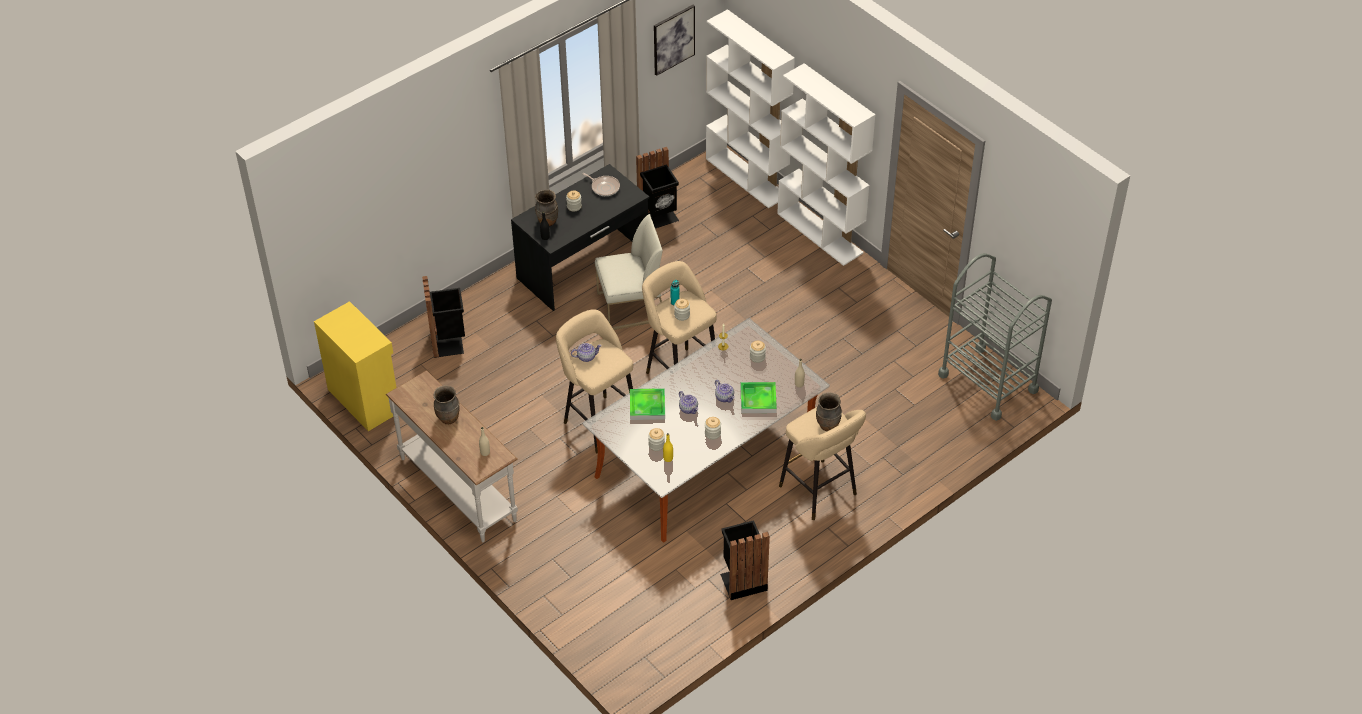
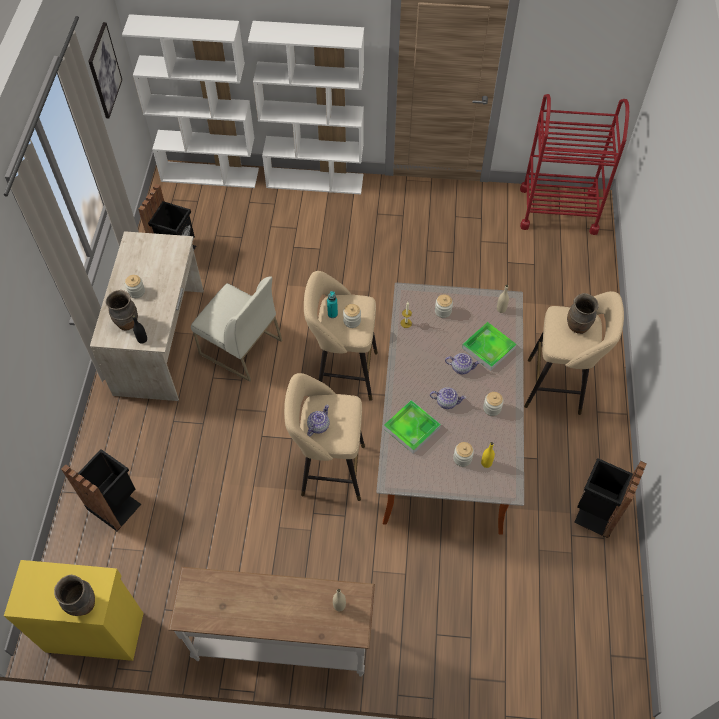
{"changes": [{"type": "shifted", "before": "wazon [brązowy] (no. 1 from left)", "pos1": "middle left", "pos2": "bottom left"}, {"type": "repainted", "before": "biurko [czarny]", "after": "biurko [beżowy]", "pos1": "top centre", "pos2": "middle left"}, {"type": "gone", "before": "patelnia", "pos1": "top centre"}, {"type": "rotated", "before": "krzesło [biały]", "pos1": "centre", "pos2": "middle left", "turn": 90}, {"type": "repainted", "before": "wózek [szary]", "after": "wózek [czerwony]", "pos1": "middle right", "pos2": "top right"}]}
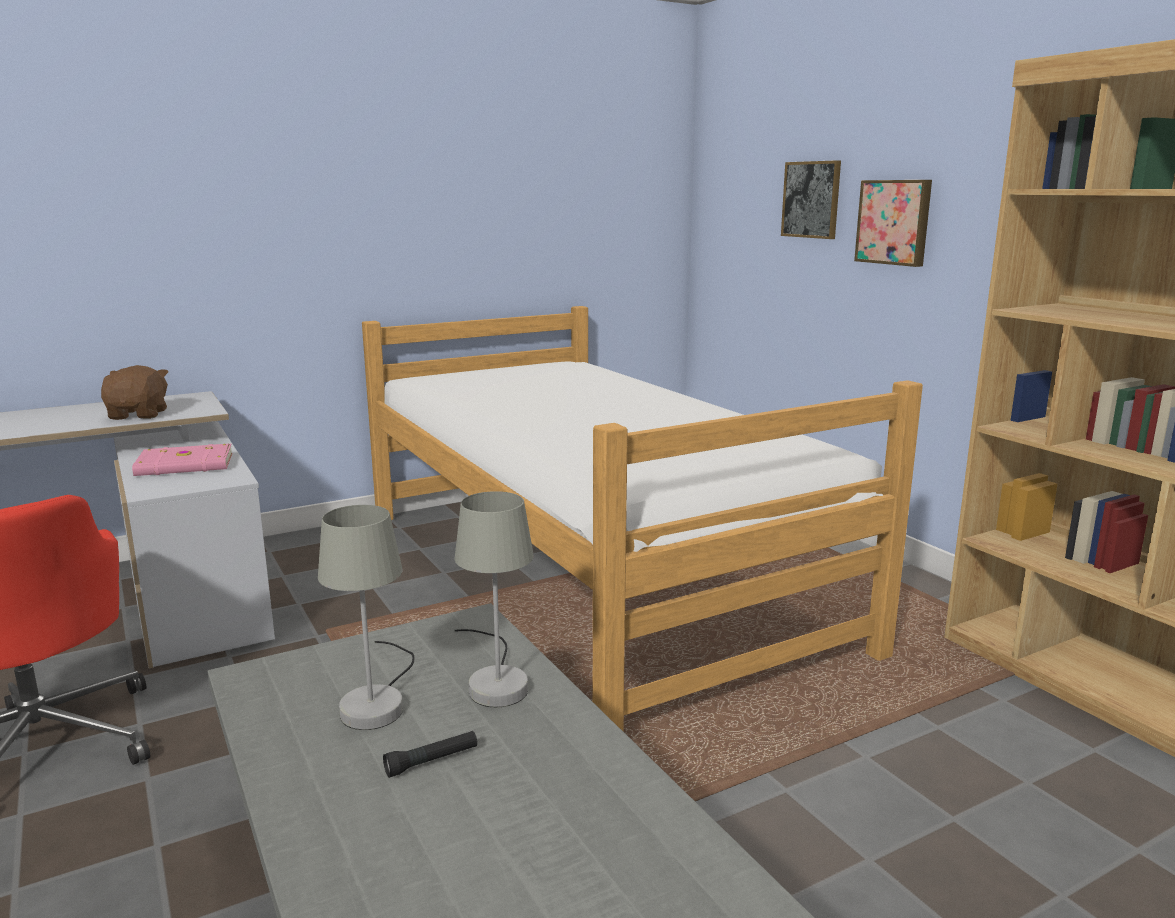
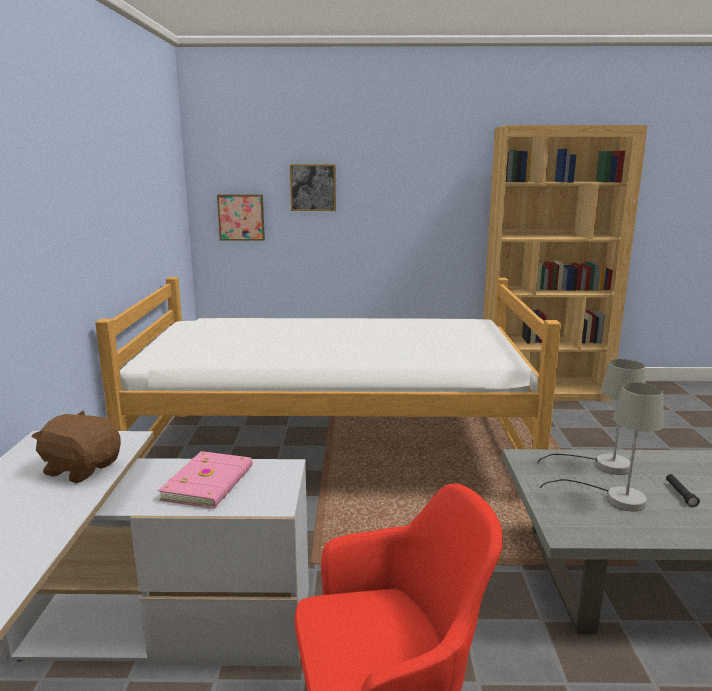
{"changes": [{"type": "shifted", "before": "obraz (no. 2 from left in the first image)", "after": "obraz (no. 1 from left)", "pos1": "top right", "pos2": "top centre"}]}
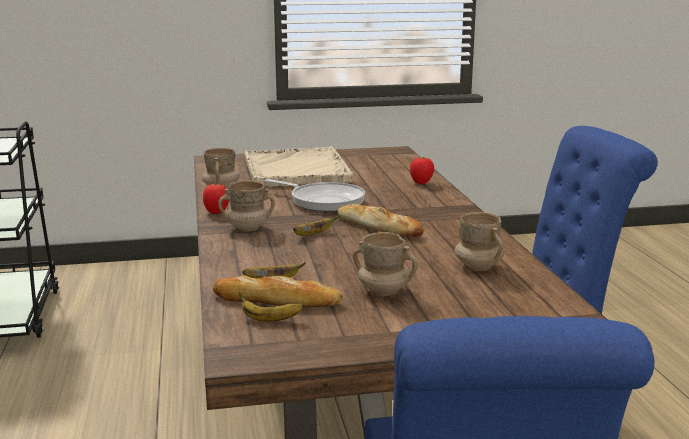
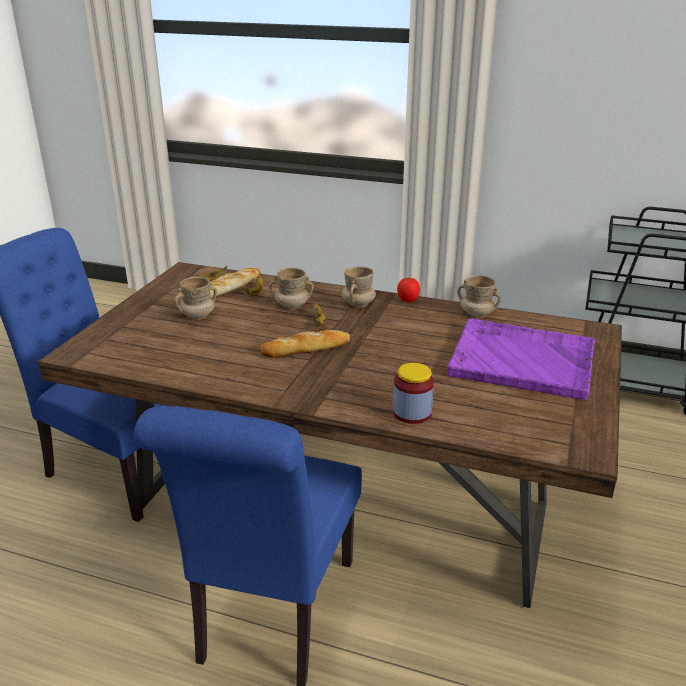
{"changes": [{"type": "repainted", "before": "taca [beżowy]", "after": "taca [fioletowy]", "pos1": "centre", "pos2": "middle right"}, {"type": "gone", "before": "patelnia", "pos1": "centre"}, {"type": "swapped", "before": "pomidor (no. 2 from left)", "after": "słoik", "pos1": "centre", "pos2": "centre"}, {"type": "shifted", "before": "kubek [beżowy] (no. 4 from left in the first image)", "after": "kubek [beżowy] (no. 2 from left)", "pos1": "middle right", "pos2": "centre"}]}
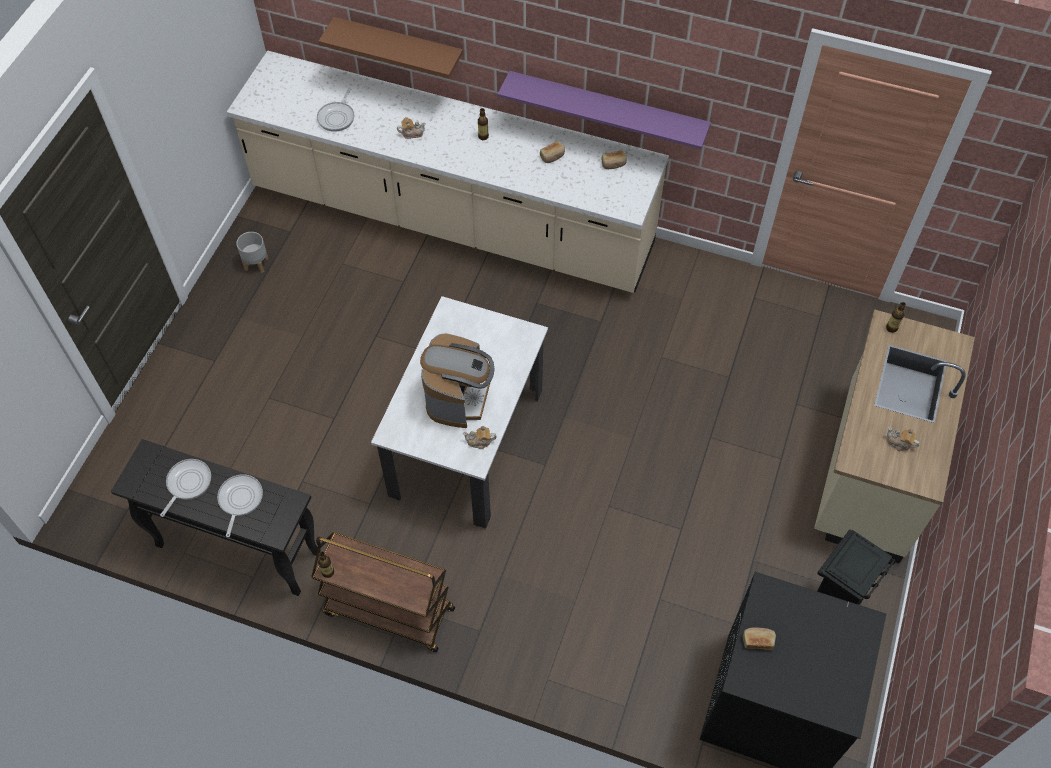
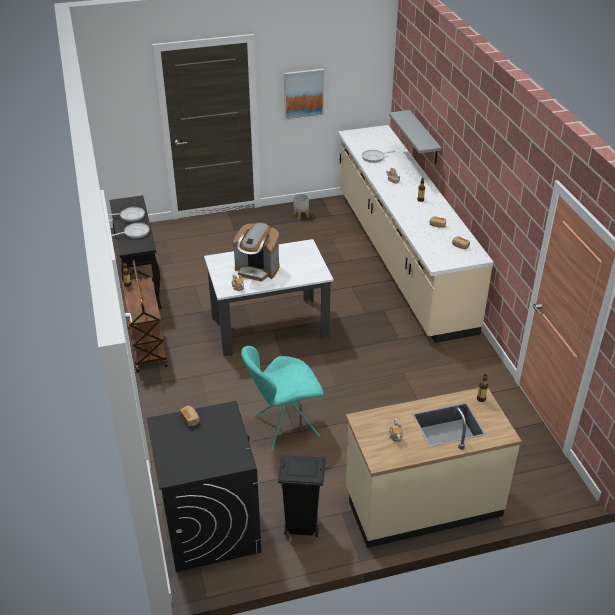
{"changes": [{"type": "repainted", "before": "półka [brązowy]", "after": "półka [szary]", "pos1": "top centre", "pos2": "top right"}, {"type": "rotated", "before": "ekspres do kawy", "pos1": "centre", "pos2": "centre", "turn": 45}, {"type": "gone", "before": "półka [fioletowy]", "pos1": "top centre"}, {"type": "new", "after": "krzesło [turkusowy]", "pos2": "centre"}, {"type": "new", "after": "obraz", "pos2": "top centre"}]}
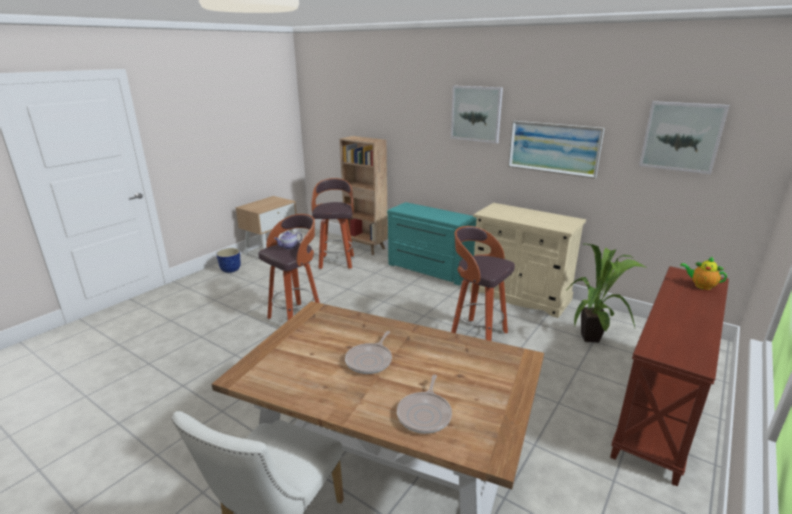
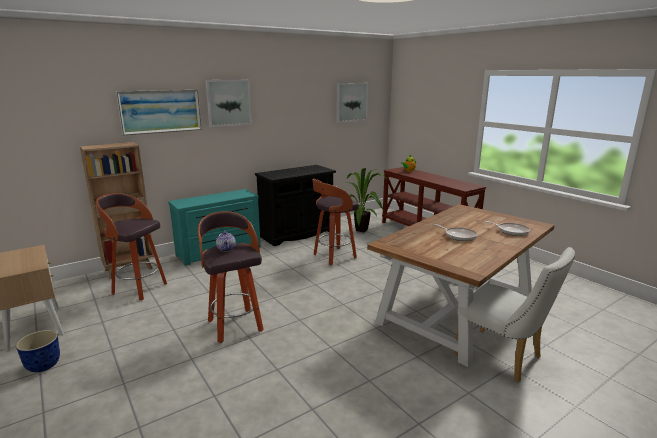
{"changes": [{"type": "repainted", "before": "szafka [beżowy]", "after": "szafka [czarny]", "pos1": "middle right", "pos2": "centre"}, {"type": "shifted", "before": "obraz (no. 2 from left in the first image)", "after": "obraz (no. 1 from left)", "pos1": "top right", "pos2": "top left"}]}
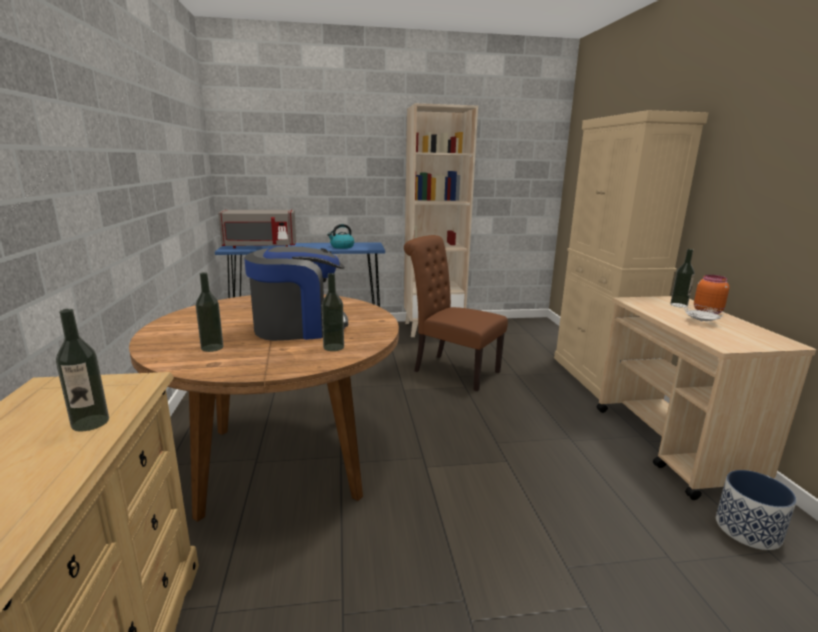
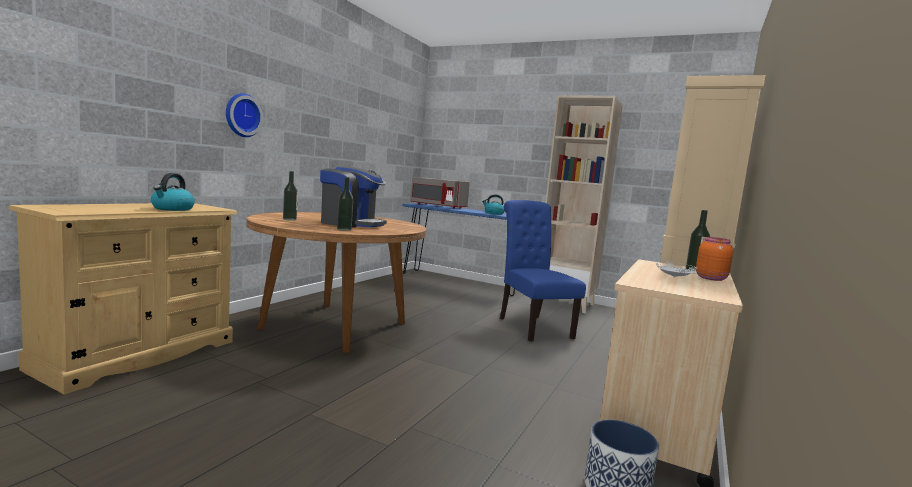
{"changes": [{"type": "swapped", "before": "butelka (no. 1 from left)", "after": "czajnik (no. 1 from left)", "pos1": "middle left", "pos2": "middle left"}, {"type": "repainted", "before": "krzesło [brązowy]", "after": "krzesło [niebieski]", "pos1": "centre", "pos2": "centre"}, {"type": "new", "after": "zegar ścienny", "pos2": "top left"}]}
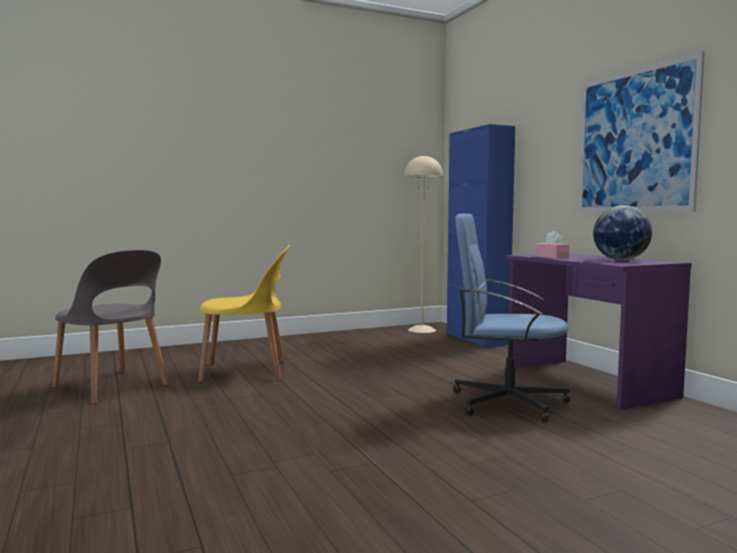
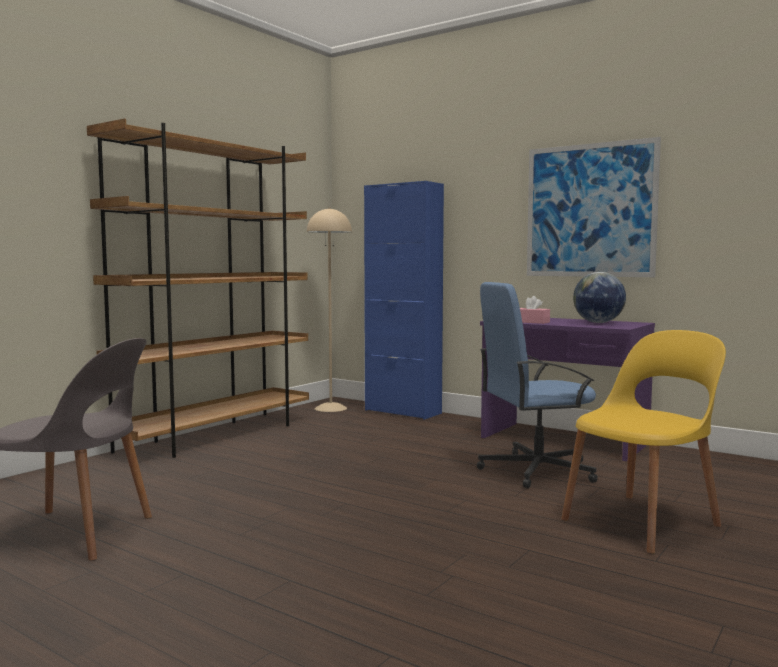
{"changes": [{"type": "shifted", "before": "krzesło [żółty]", "pos1": "middle left", "pos2": "middle right"}, {"type": "new", "after": "regał [brązowy]", "pos2": "middle left"}]}
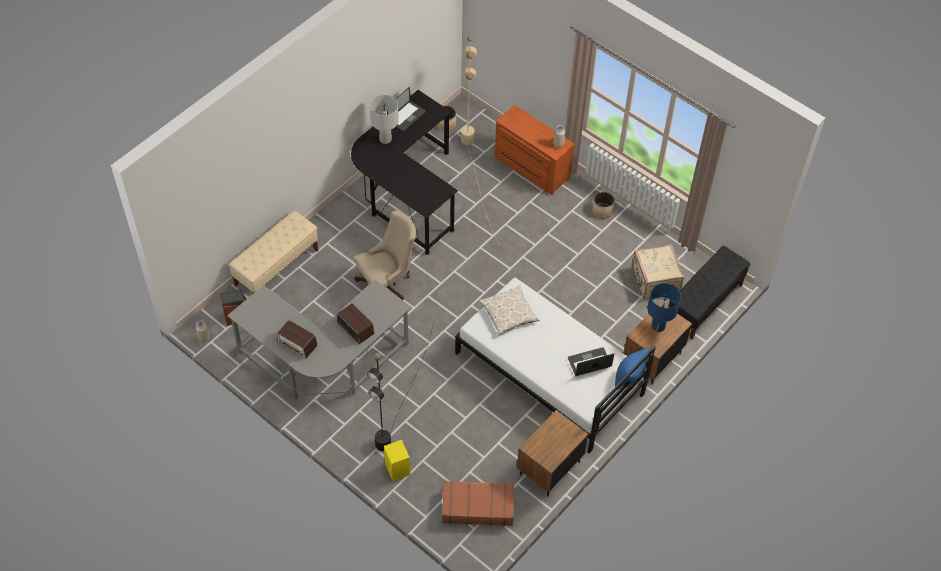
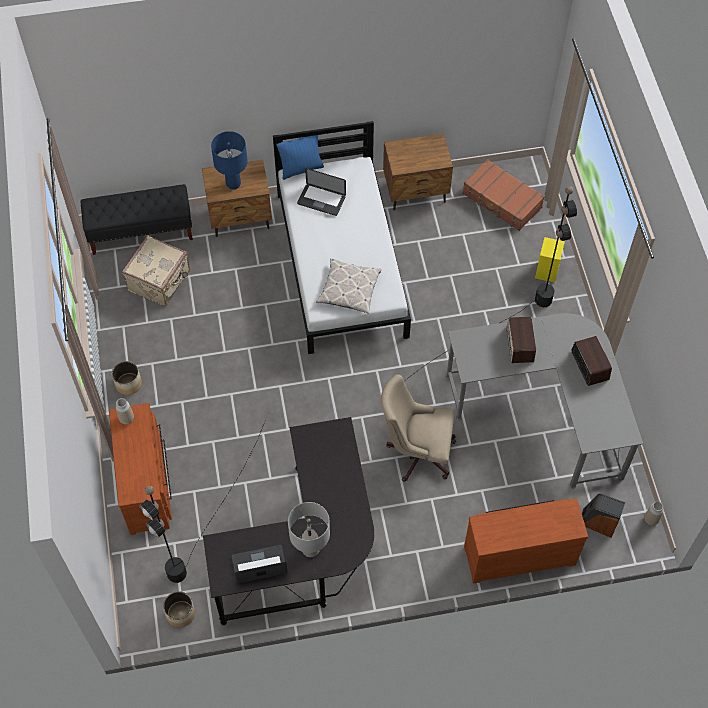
{"changes": [{"type": "swapped", "before": "ławka [beżowy]", "after": "komoda [brązowy] (no. 2 from left)", "pos1": "middle left", "pos2": "bottom right"}, {"type": "repainted", "before": "lampa stojąca [beżowy]", "after": "lampa stojąca [czarny] (no. 1 from left)", "pos1": "top centre", "pos2": "bottom left"}]}
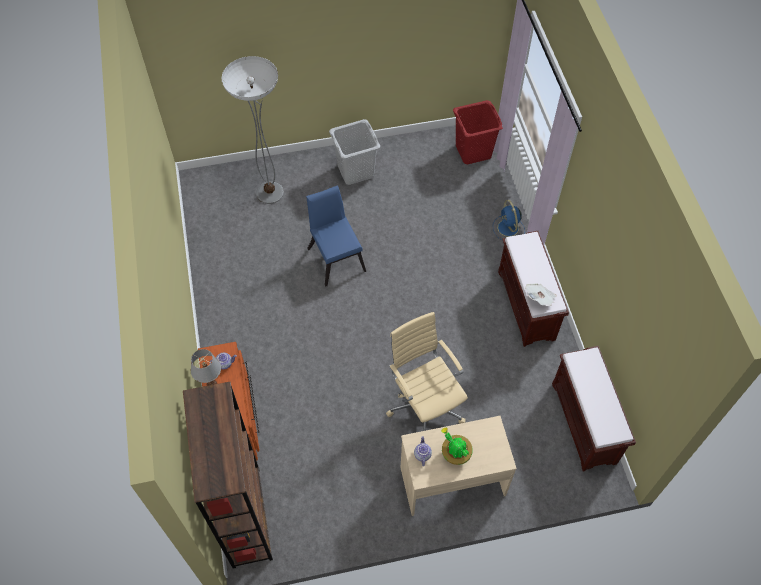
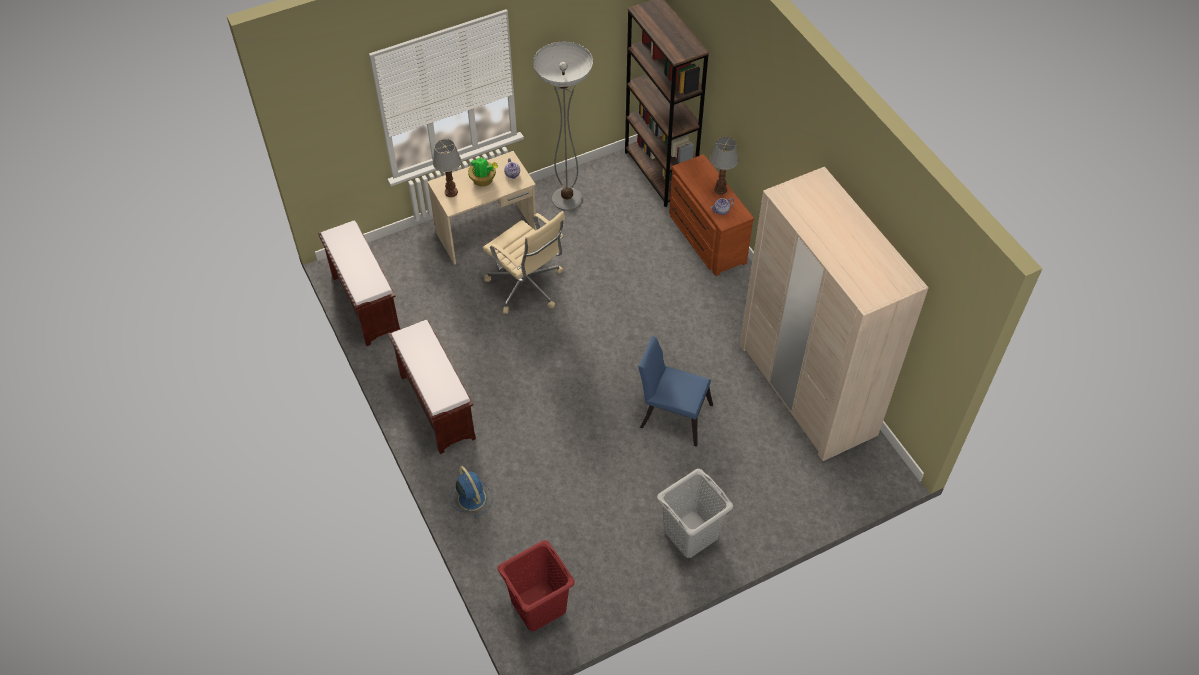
{"changes": [{"type": "shifted", "before": "lampa stojąca", "pos1": "top left", "pos2": "top centre"}, {"type": "rotated", "before": "krzesło [niebieski]", "pos1": "centre", "pos2": "centre", "turn": 150}, {"type": "gone", "before": "gazeta", "pos1": "middle right"}, {"type": "new", "after": "lampa stołowa (no. 1 from left)", "pos2": "top centre"}, {"type": "new", "after": "szafa [beżowy]", "pos2": "middle right"}]}
